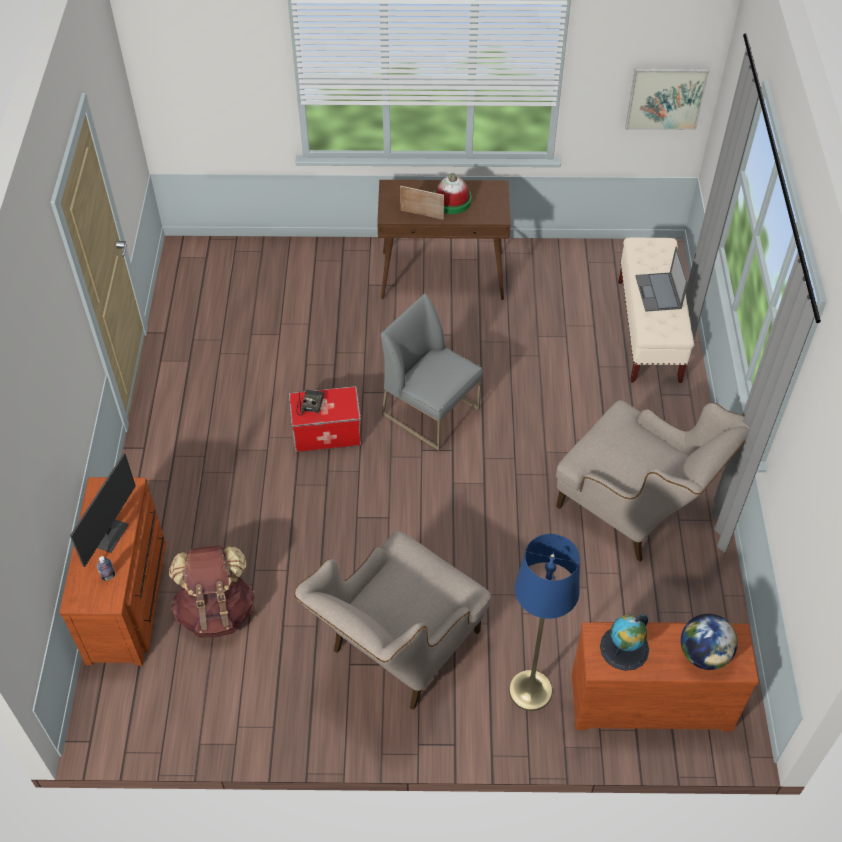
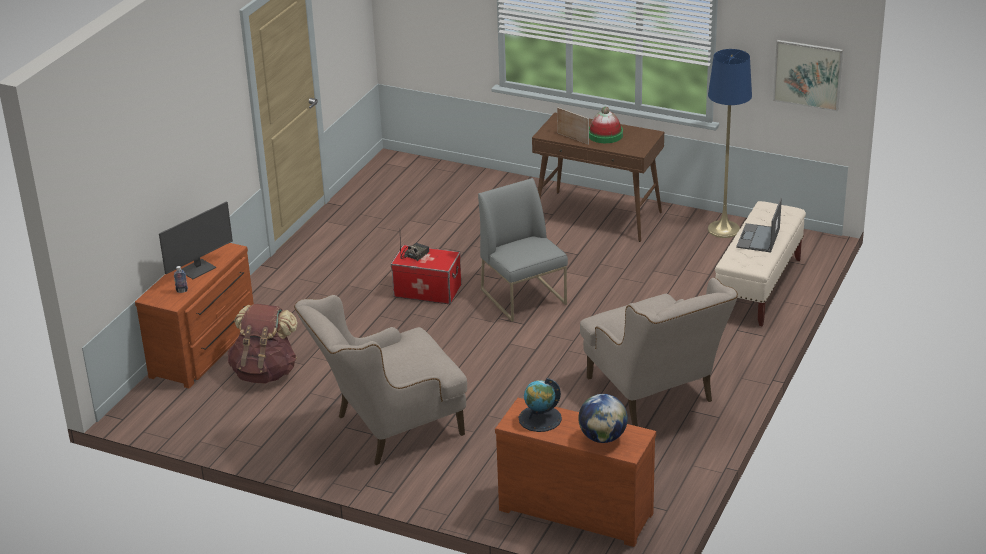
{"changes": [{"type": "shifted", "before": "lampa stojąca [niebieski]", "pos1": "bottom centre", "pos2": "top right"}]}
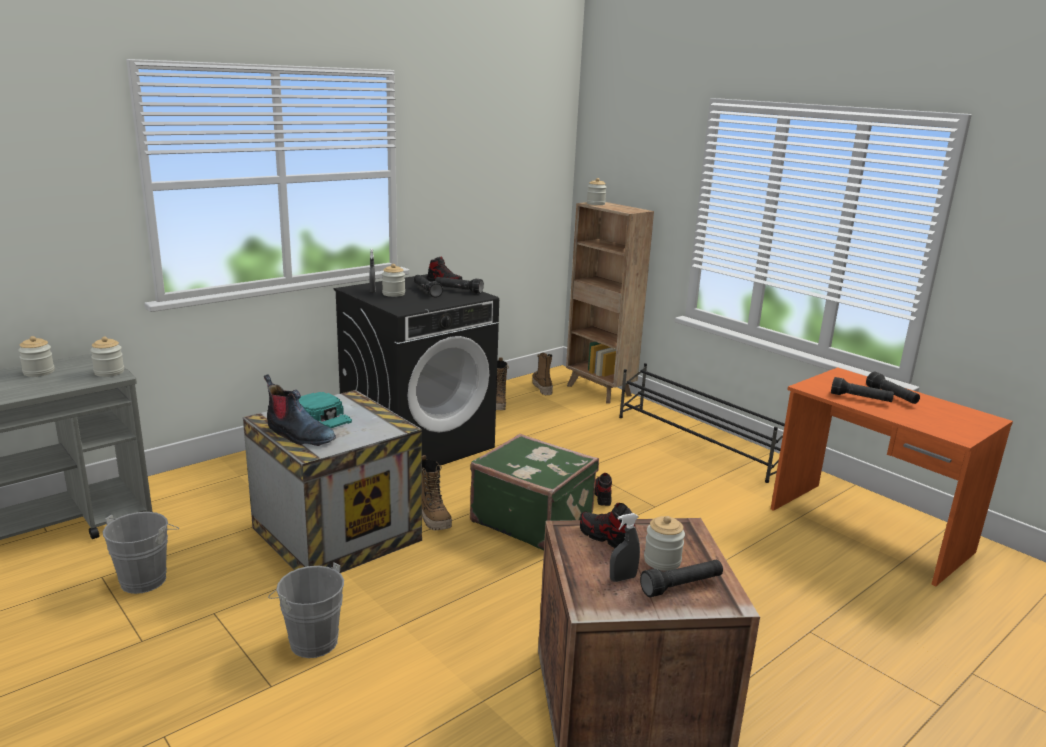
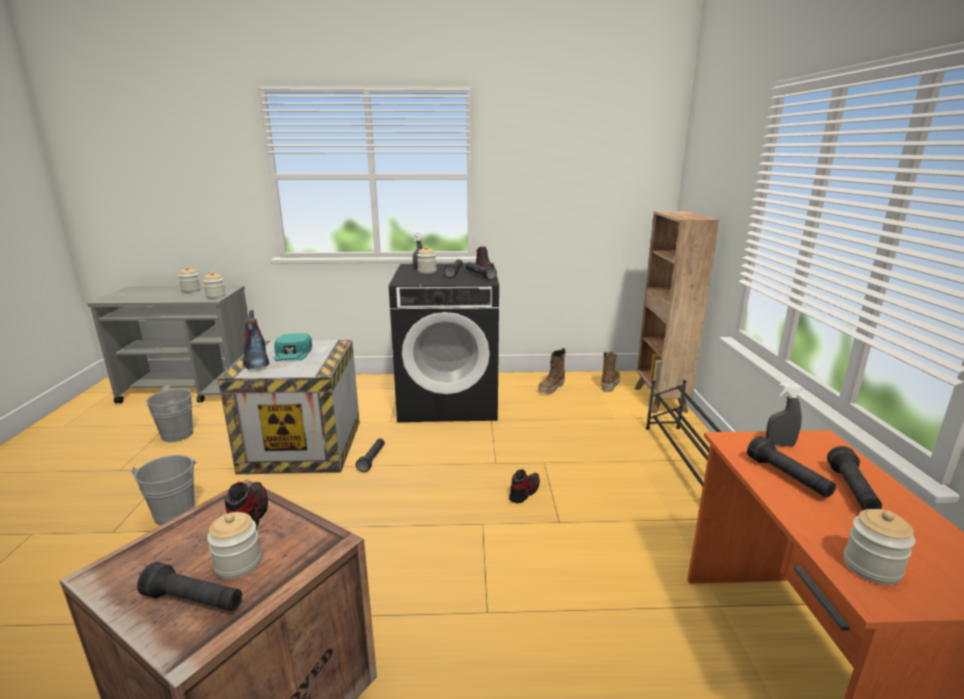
{"changes": [{"type": "swapped", "before": "but z cholewką (no. 2 from left)", "after": "latarka [czarny] (no. 2 from left)", "pos1": "centre", "pos2": "centre"}, {"type": "gone", "before": "walizka [zielony]", "pos1": "centre"}, {"type": "shifted", "before": "słoik (no. 4 from left in the first image)", "after": "słoik (no. 5 from left)", "pos1": "top centre", "pos2": "bottom right"}, {"type": "shifted", "before": "spryskiwacz [szary] (no. 2 from left)", "pos1": "bottom centre", "pos2": "middle right"}]}
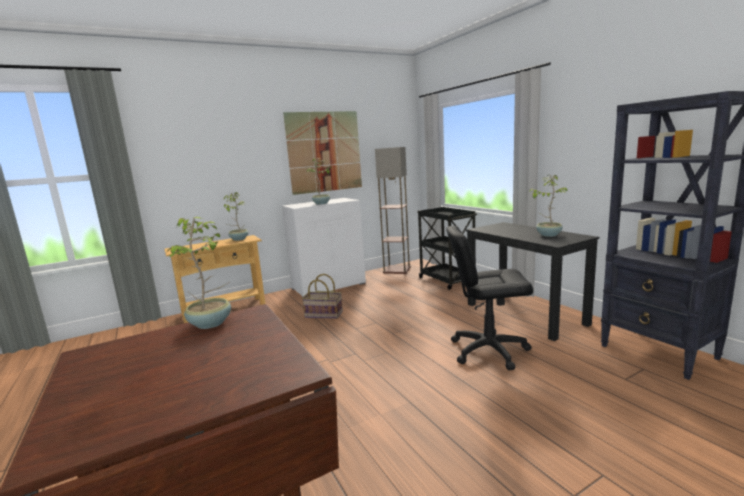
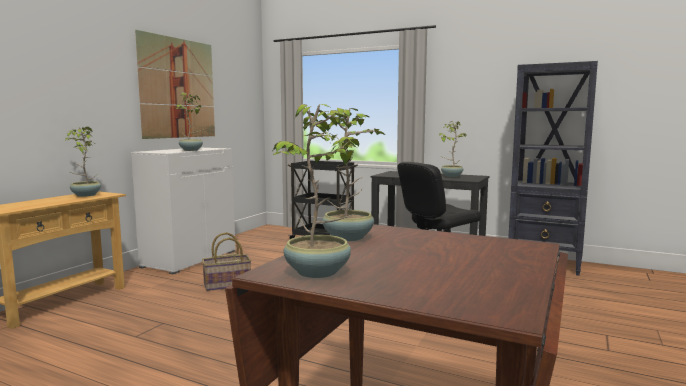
{"changes": [{"type": "gone", "before": "lampa stojąca", "pos1": "centre"}, {"type": "new", "after": "roślina doniczkowa (no. 3 from left)", "pos2": "centre"}]}
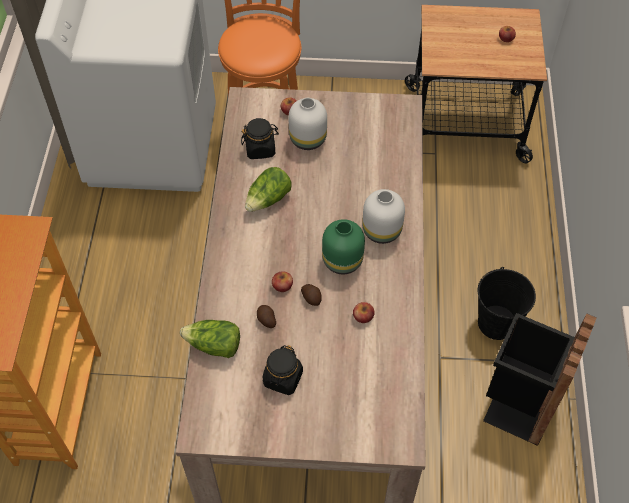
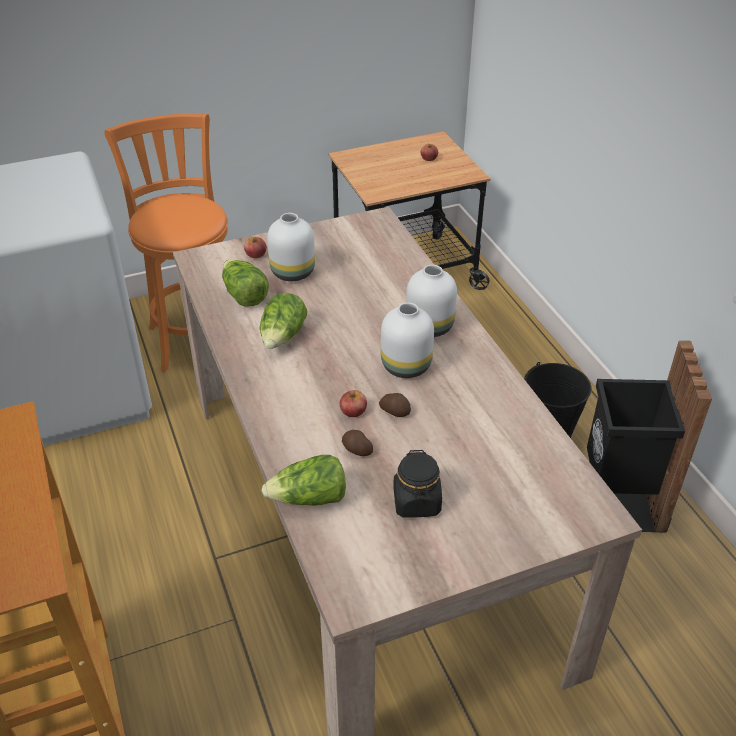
{"changes": [{"type": "swapped", "before": "słoik [czarny] (no. 1 from left)", "after": "sałata (no. 1 from left)", "pos1": "top centre", "pos2": "middle left"}, {"type": "repainted", "before": "wazon [zielony]", "after": "wazon [biały] (no. 2 from left)", "pos1": "centre", "pos2": "centre"}, {"type": "gone", "before": "jabłko (no. 3 from left)", "pos1": "centre"}]}
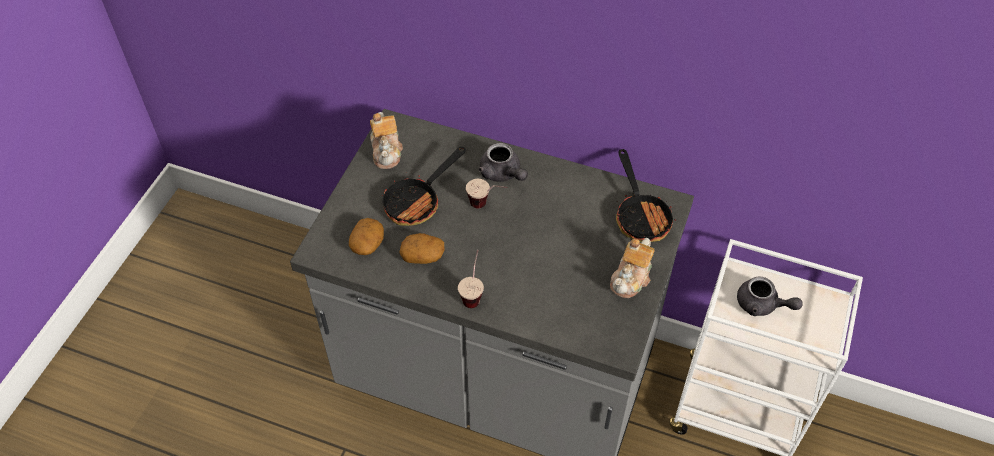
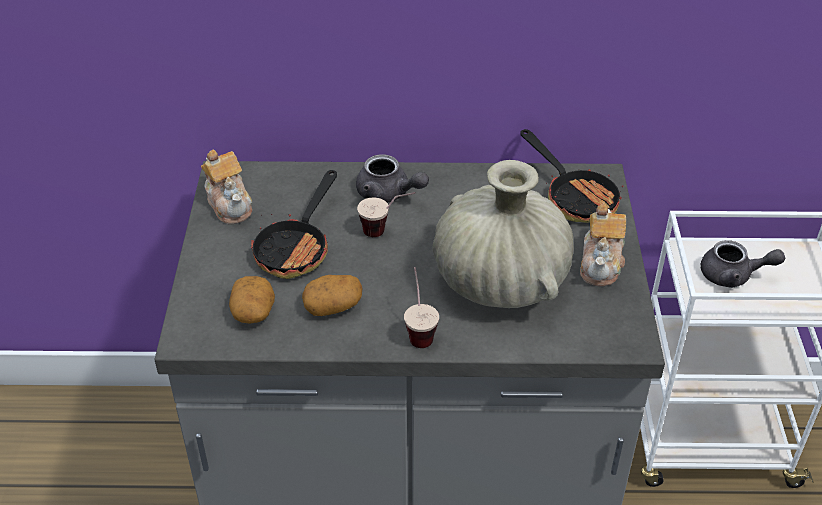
{"changes": [{"type": "new", "after": "wazon [beżowy]", "pos2": "centre"}]}
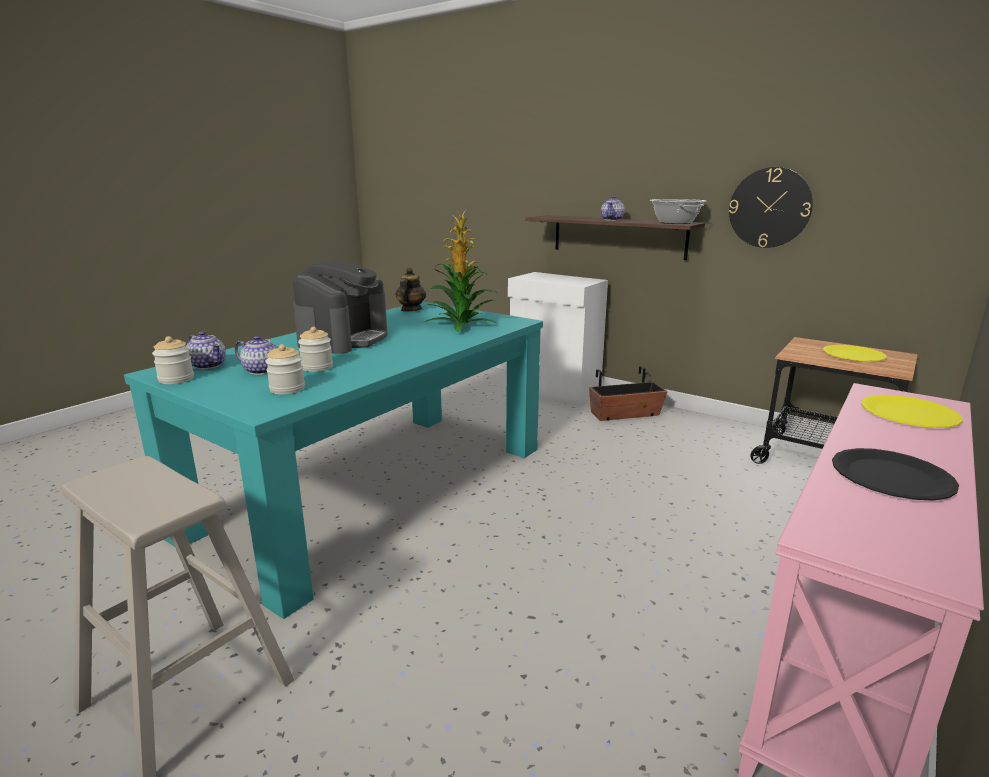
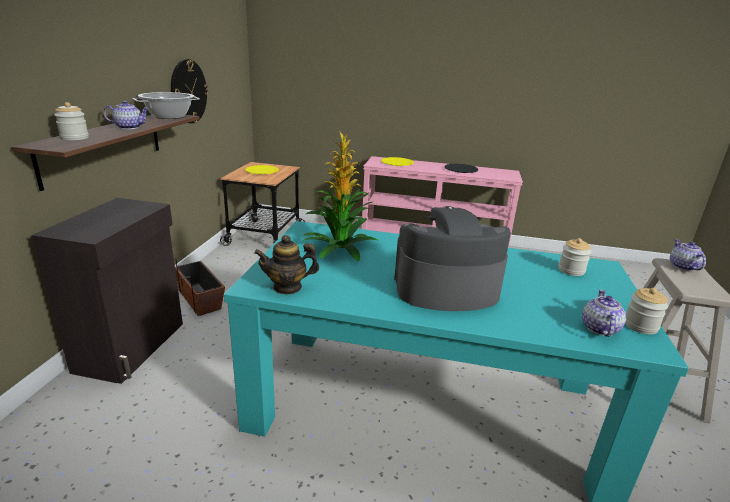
{"changes": [{"type": "shifted", "before": "imbryk (no. 2 from left in the first image)", "after": "imbryk (no. 4 from left)", "pos1": "middle left", "pos2": "middle right"}, {"type": "shifted", "before": "słoik (no. 3 from left in the first image)", "after": "słoik (no. 1 from left)", "pos1": "middle left", "pos2": "top left"}, {"type": "repainted", "before": "szafka [biały]", "after": "szafka [czarny]", "pos1": "centre", "pos2": "middle left"}]}
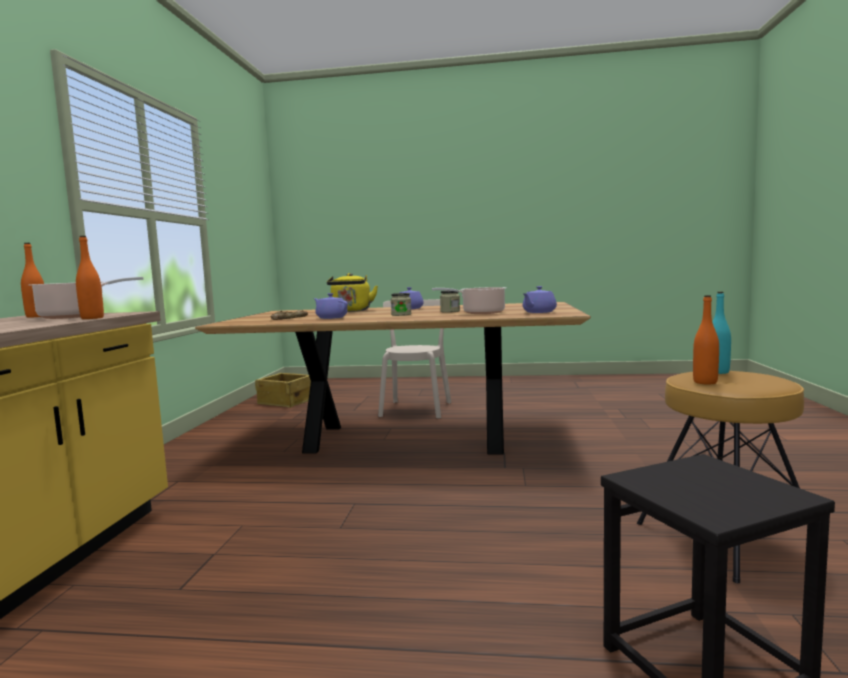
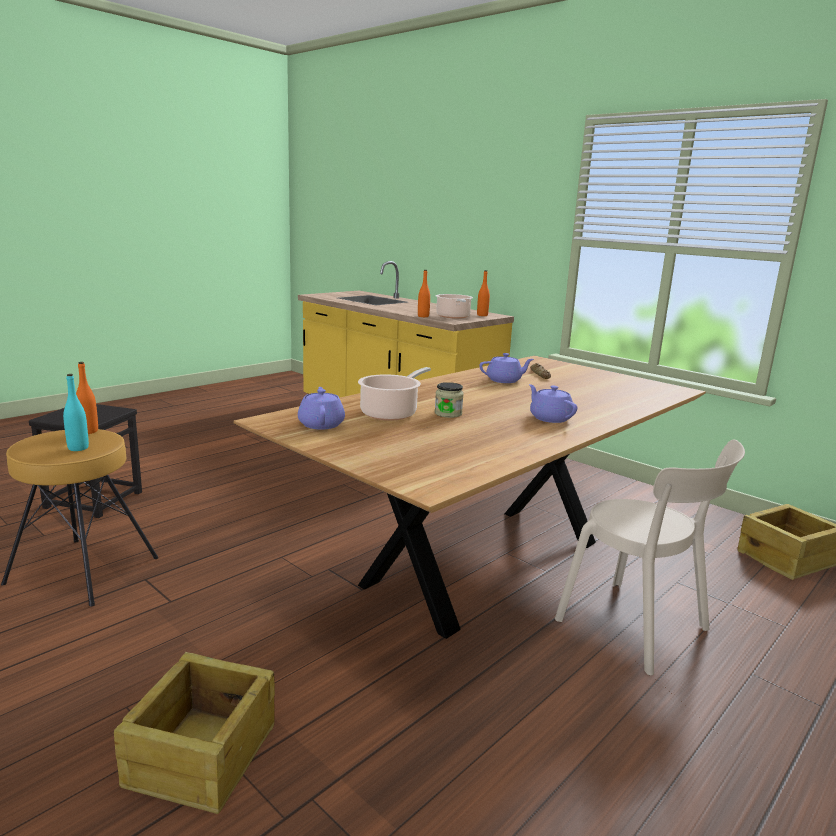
{"changes": [{"type": "gone", "before": "czajnik [żółty]", "pos1": "centre"}, {"type": "gone", "before": "słoik (no. 1 from left)", "pos1": "centre"}, {"type": "new", "after": "skrzynka (no. 1 from left)", "pos2": "bottom left"}]}
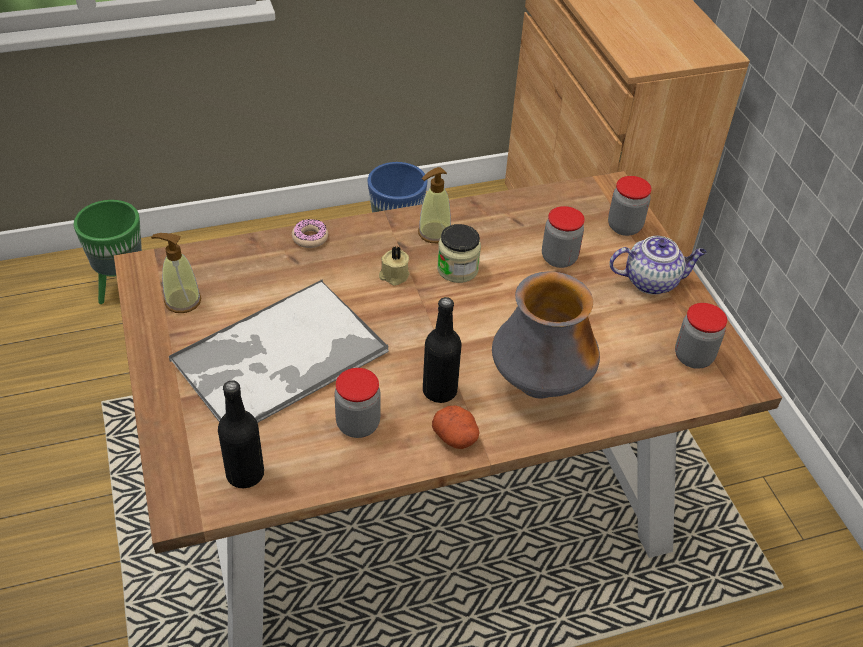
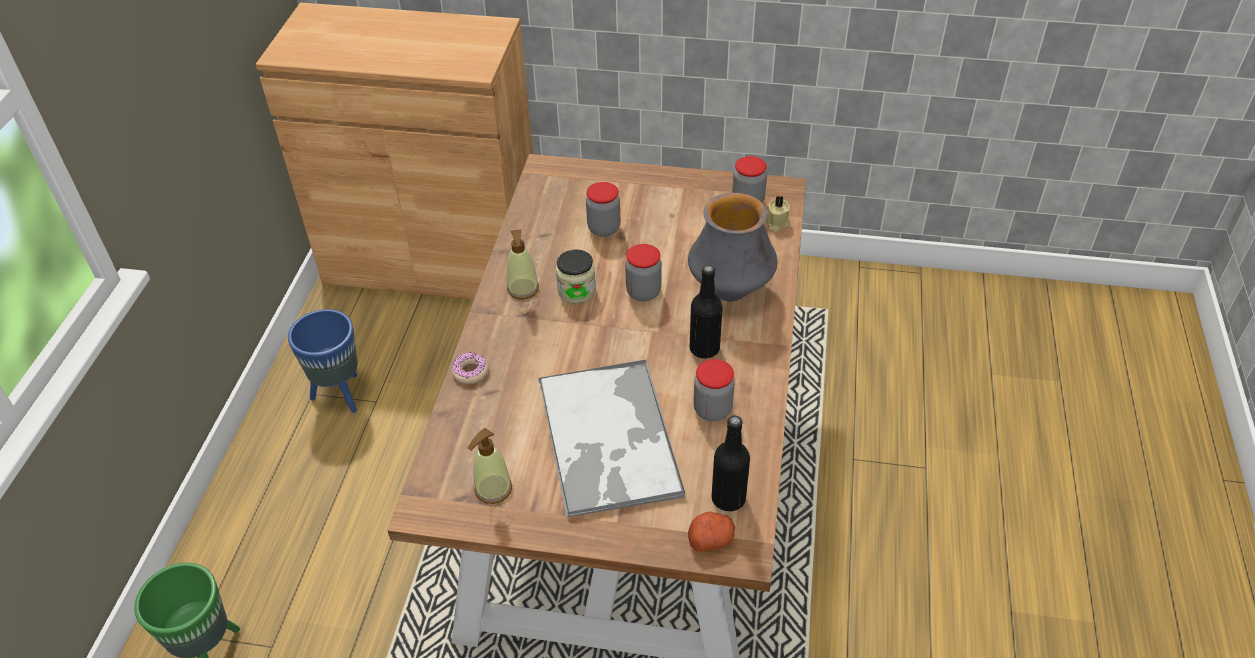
{"changes": [{"type": "shifted", "before": "świeca [beżowy]", "pos1": "centre", "pos2": "top centre"}, {"type": "shifted", "before": "ziemniak", "pos1": "centre", "pos2": "bottom centre"}, {"type": "shifted", "before": "słoik (no. 4 from left in the first image)", "after": "słoik (no. 3 from left)", "pos1": "top right", "pos2": "centre"}, {"type": "gone", "before": "imbryk", "pos1": "middle right"}]}
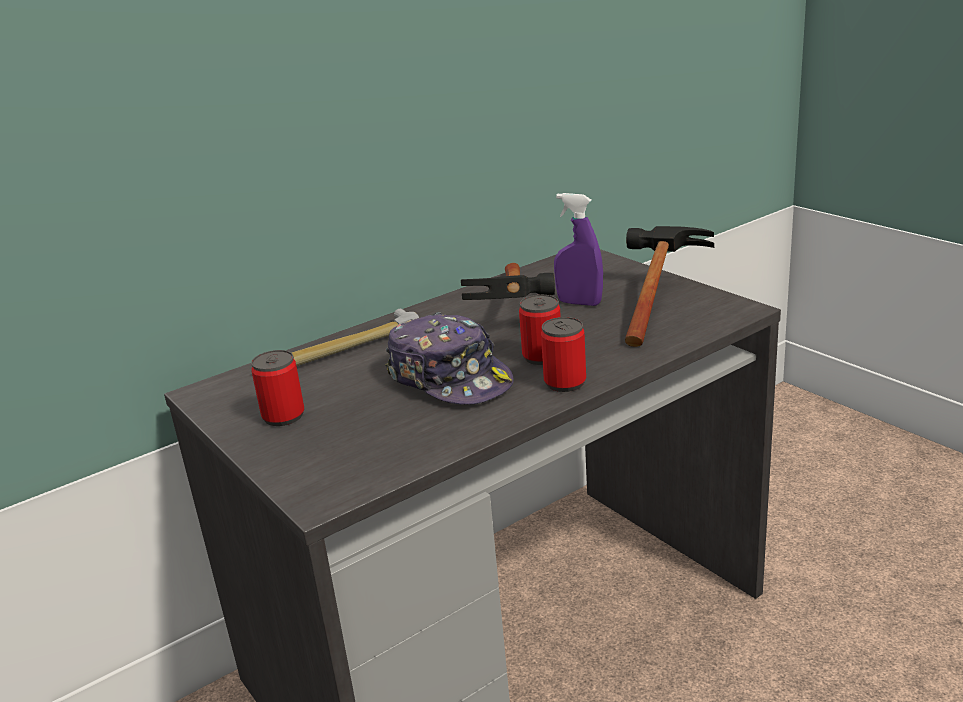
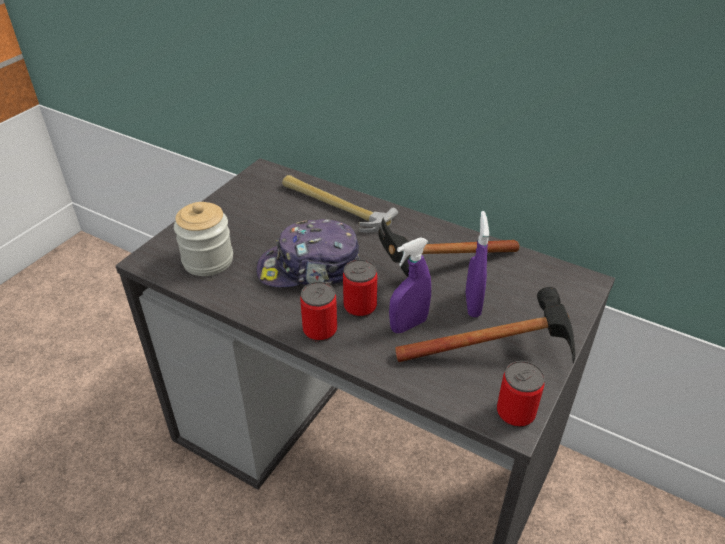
{"changes": [{"type": "shifted", "before": "puszka (no. 1 from left in the first image)", "after": "puszka (no. 3 from left)", "pos1": "middle left", "pos2": "bottom right"}, {"type": "rotated", "before": "czapka z daszkiem", "pos1": "centre", "pos2": "centre", "turn": 60}, {"type": "new", "after": "słoik", "pos2": "middle left"}, {"type": "new", "after": "spryskiwacz [fioletowy] (no. 1 from left)", "pos2": "centre"}]}
